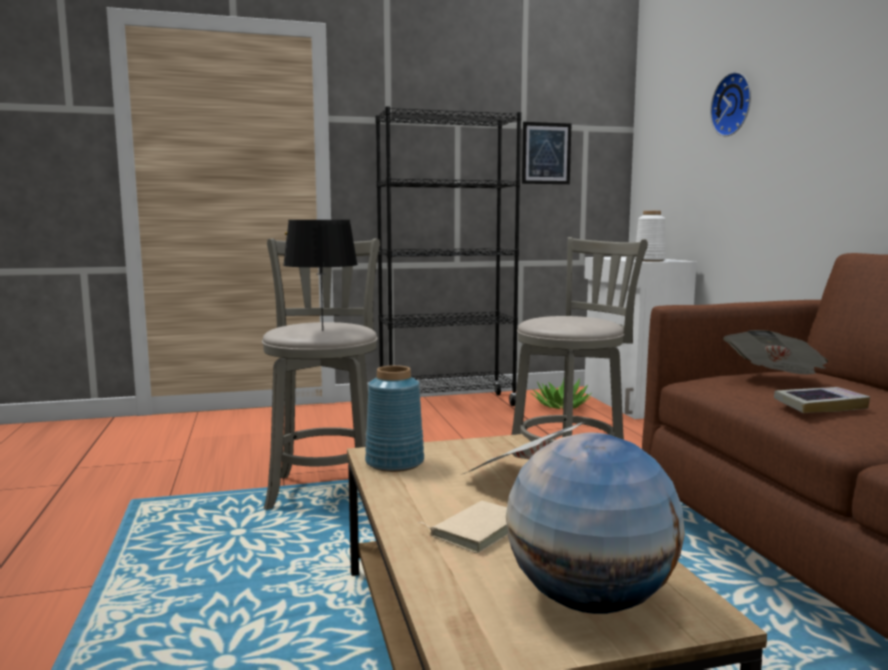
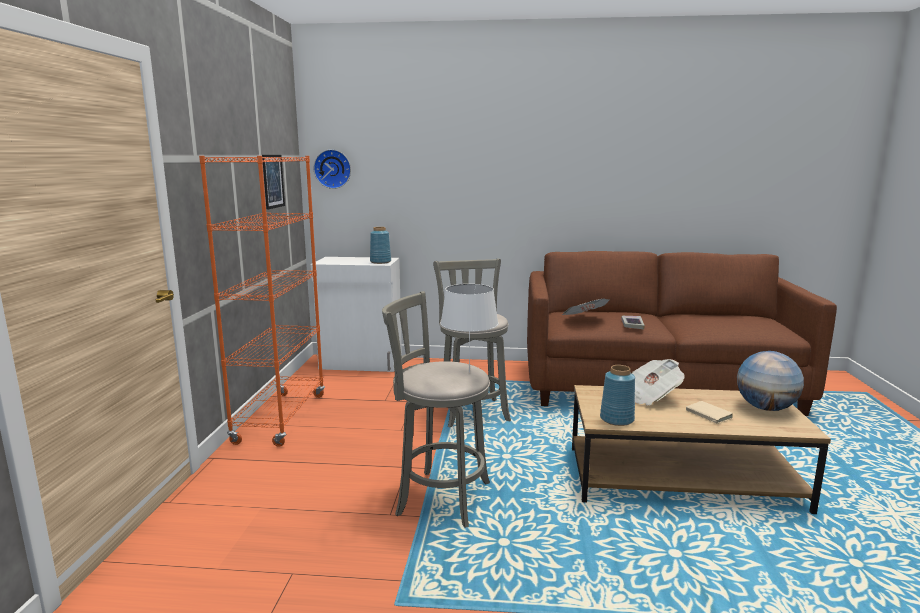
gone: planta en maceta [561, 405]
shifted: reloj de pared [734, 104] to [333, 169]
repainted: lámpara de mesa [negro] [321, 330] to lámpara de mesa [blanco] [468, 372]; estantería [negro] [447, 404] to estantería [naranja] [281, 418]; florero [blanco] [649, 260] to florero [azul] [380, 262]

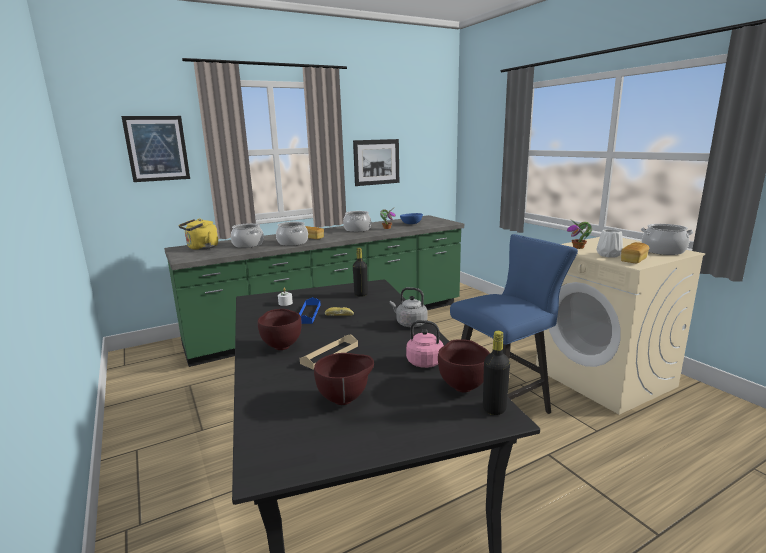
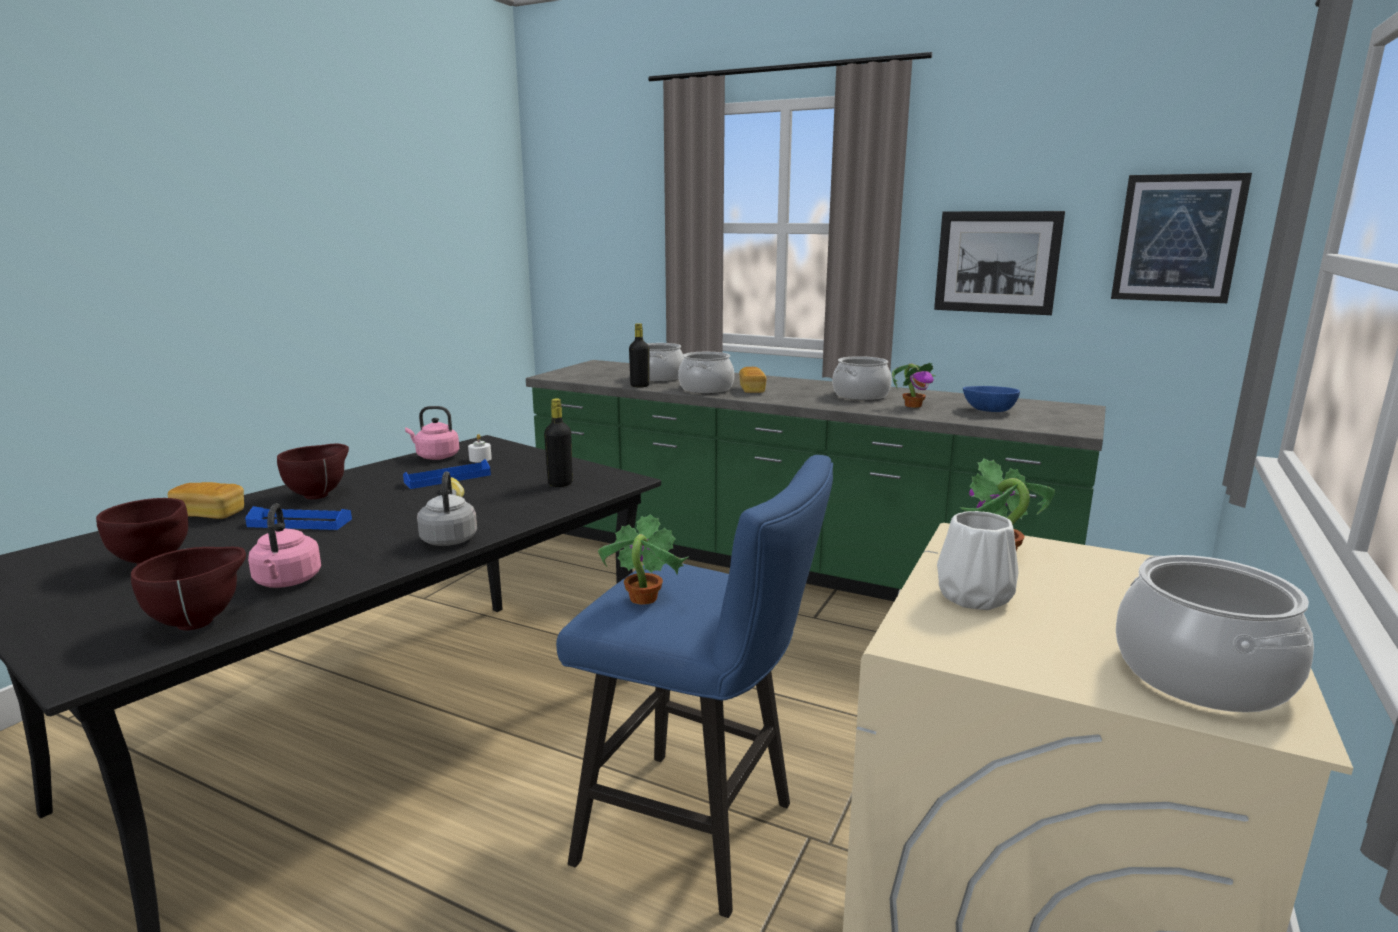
gone: hervidor [amarillo] [201, 248]
new: hervidor [rosa] [435, 457]; planta en maceta [642, 598]
shifted: cuadro [157, 148] to [1177, 238]; botella [negro] [494, 409] to [640, 386]; pan [633, 260] to [210, 514]
repainted: bandeja [beis] [330, 354] to bandeja [azul] [300, 523]

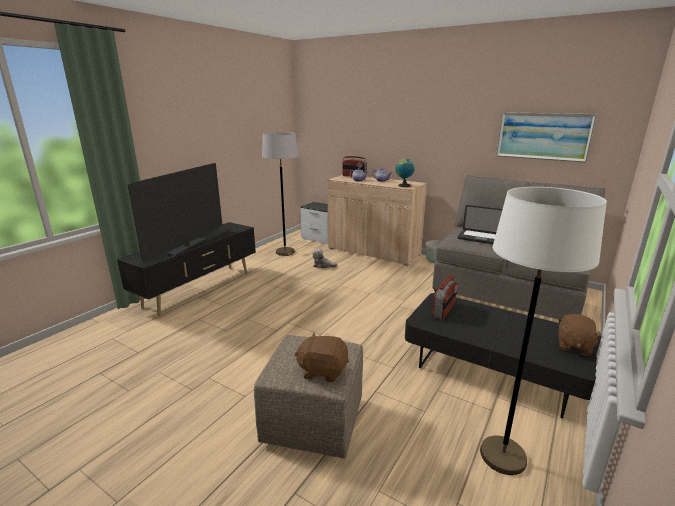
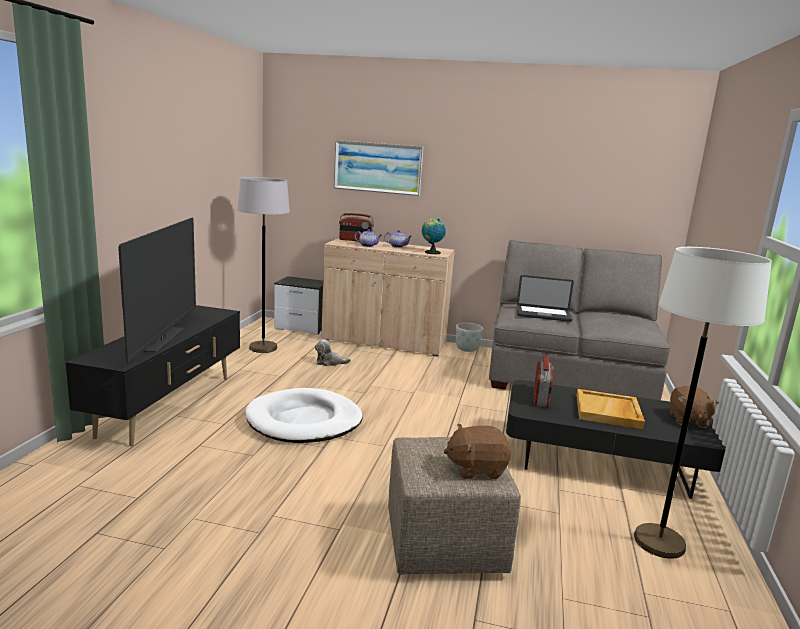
new: cama para perro [blanco] [304, 421]; bandeja [beis] [608, 412]
shifted: cuadro [543, 136] to [378, 167]

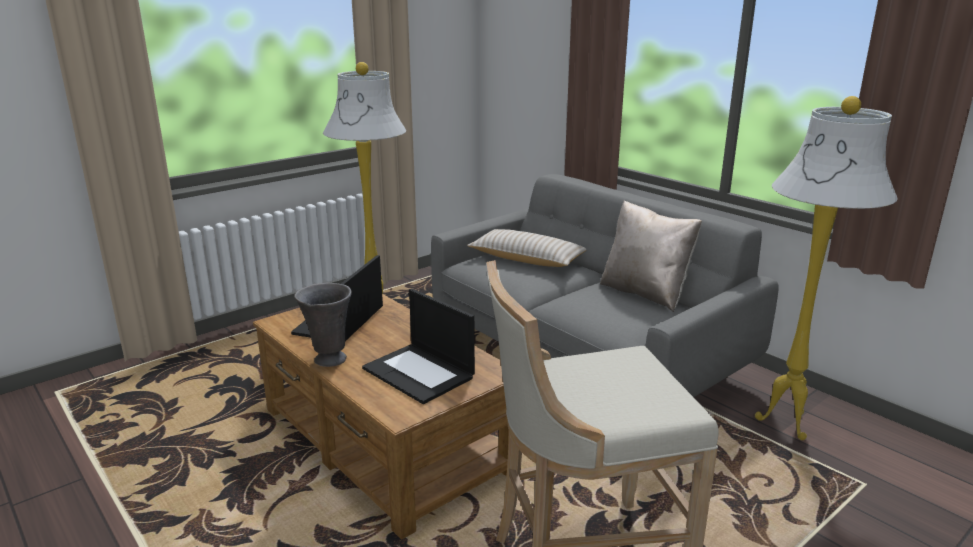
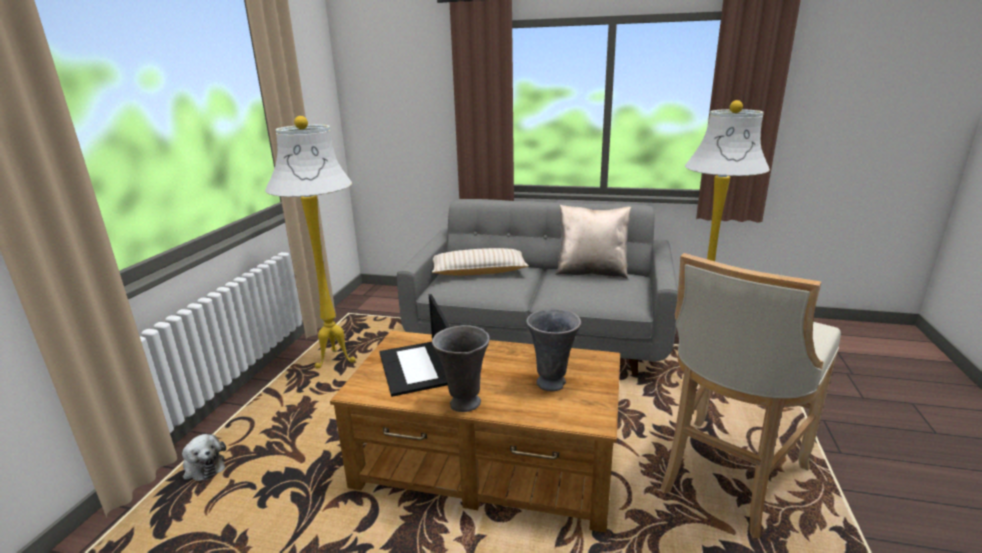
new: peluche [203, 467]
swapped: portátil [420, 373] to florero [gris] [552, 382]

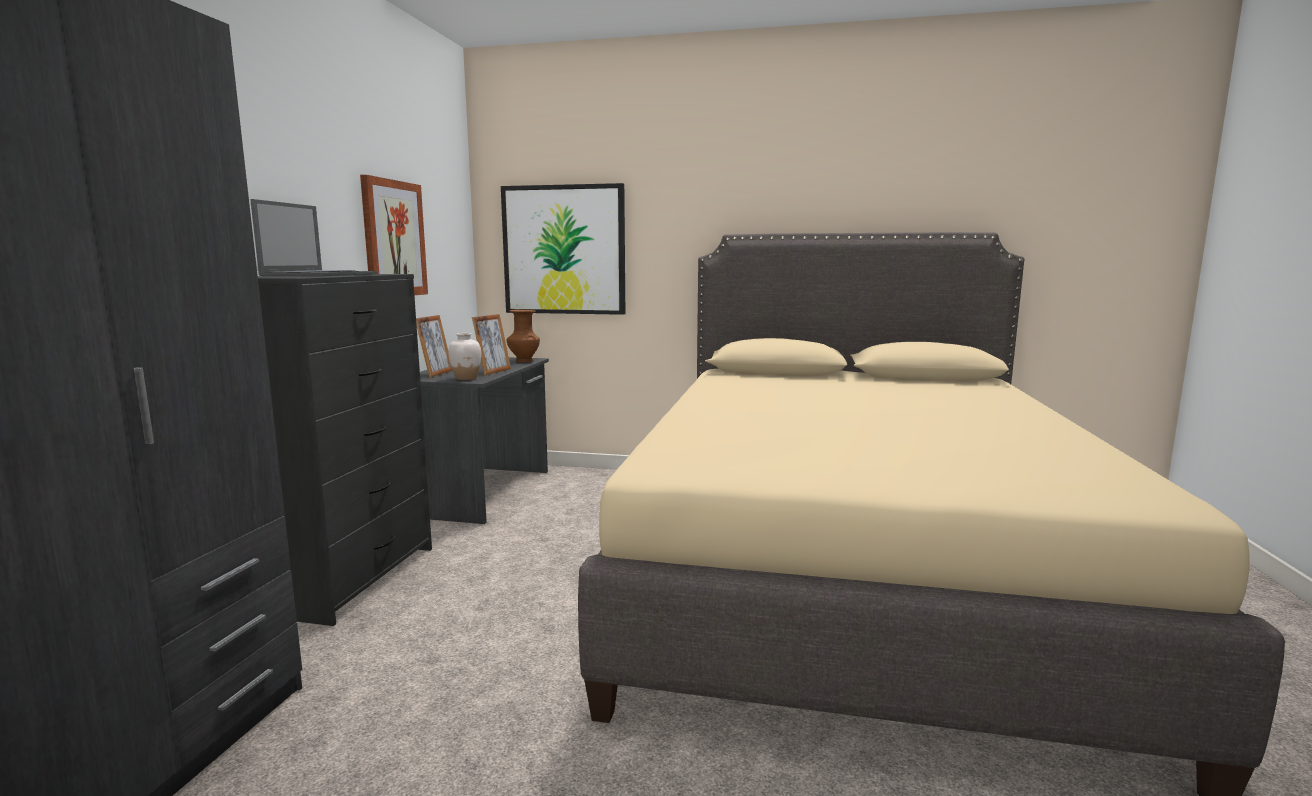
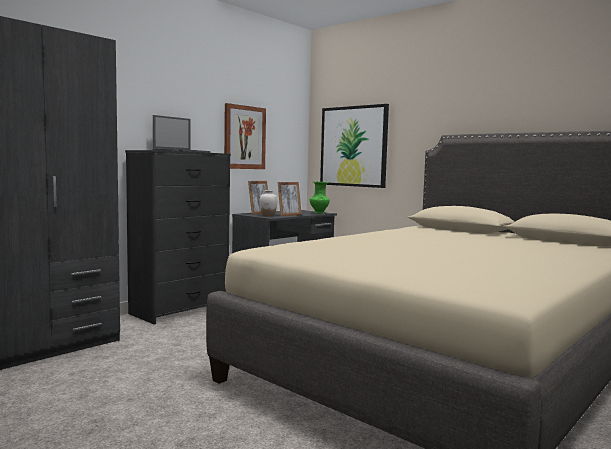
repainted: florero [marrón] [523, 361] to florero [verde] [319, 213]

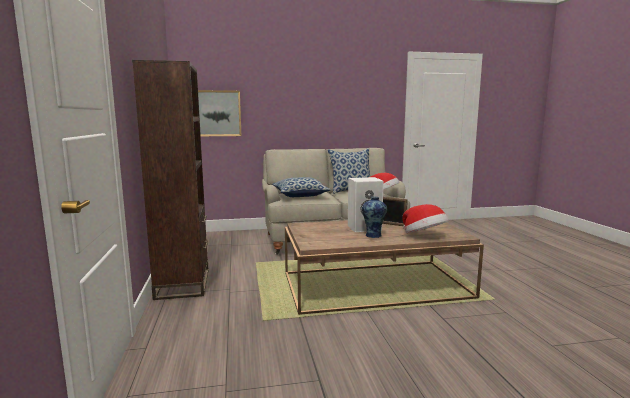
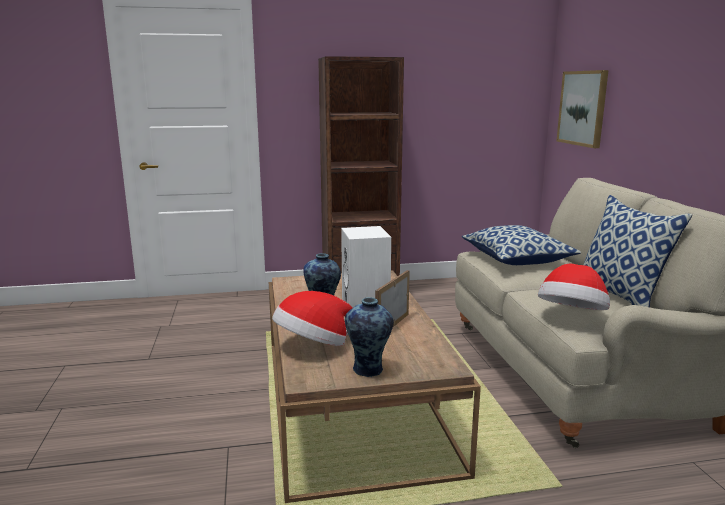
new: florero [368, 370]

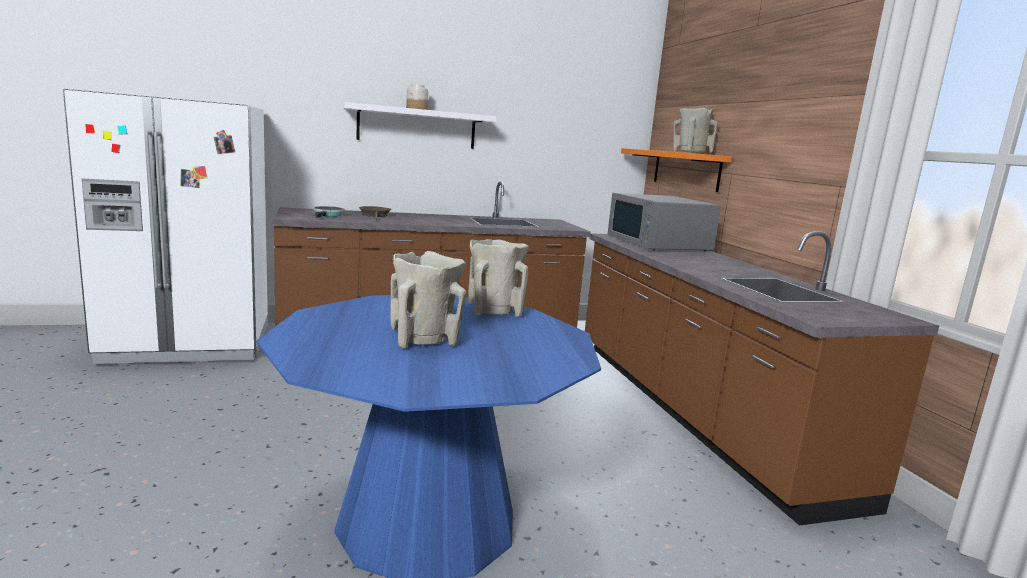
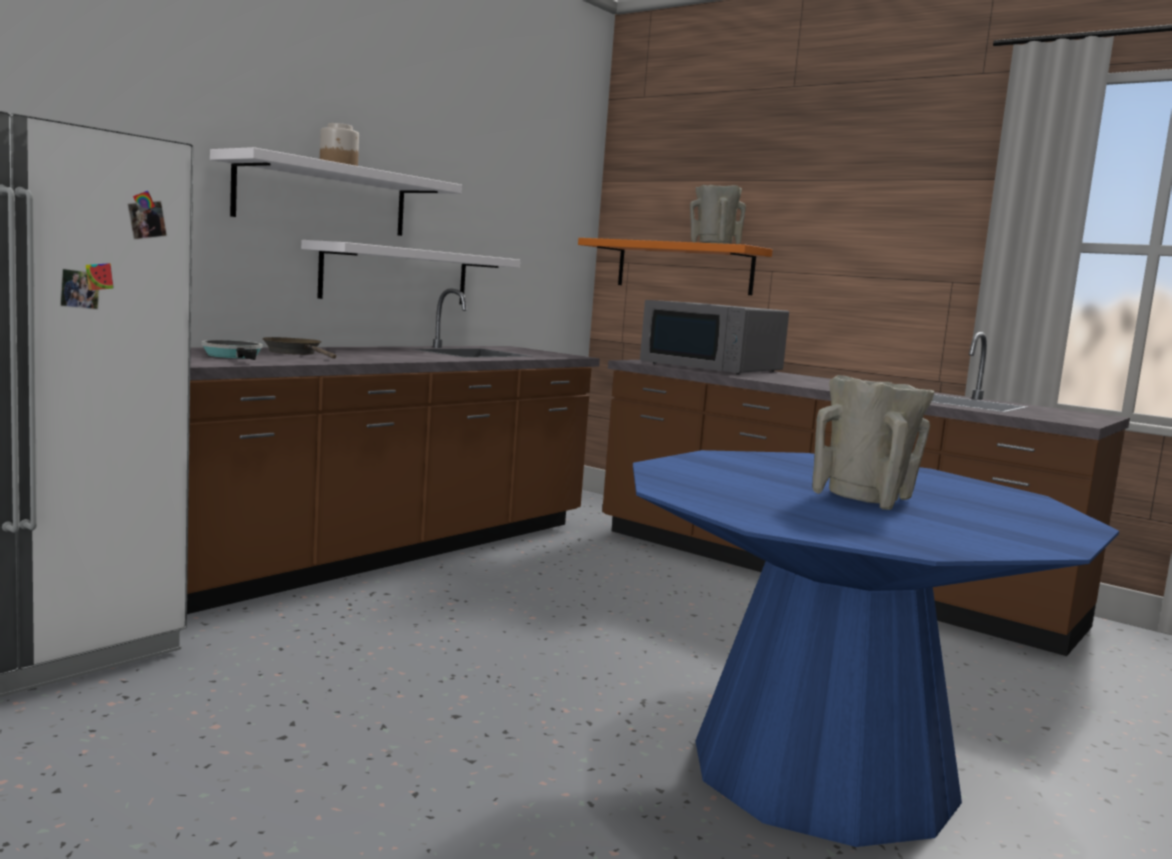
gone: florero [beis] [495, 311]
new: estante [blanco] [396, 275]

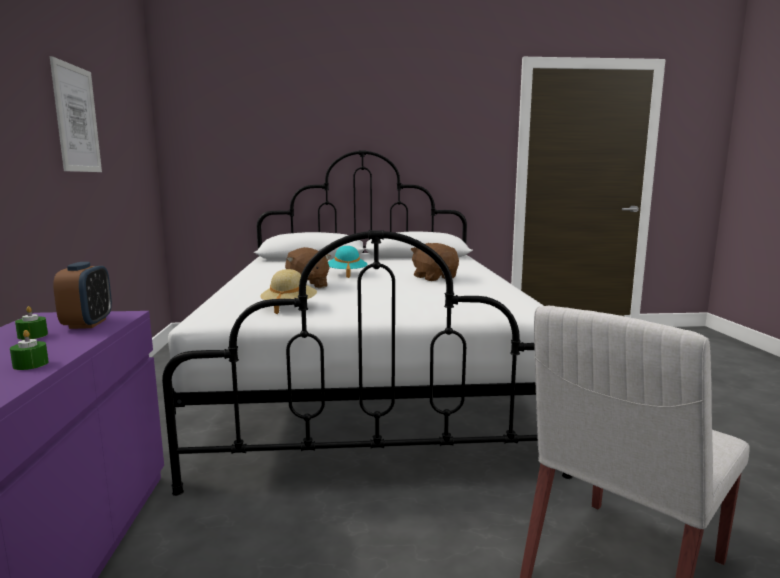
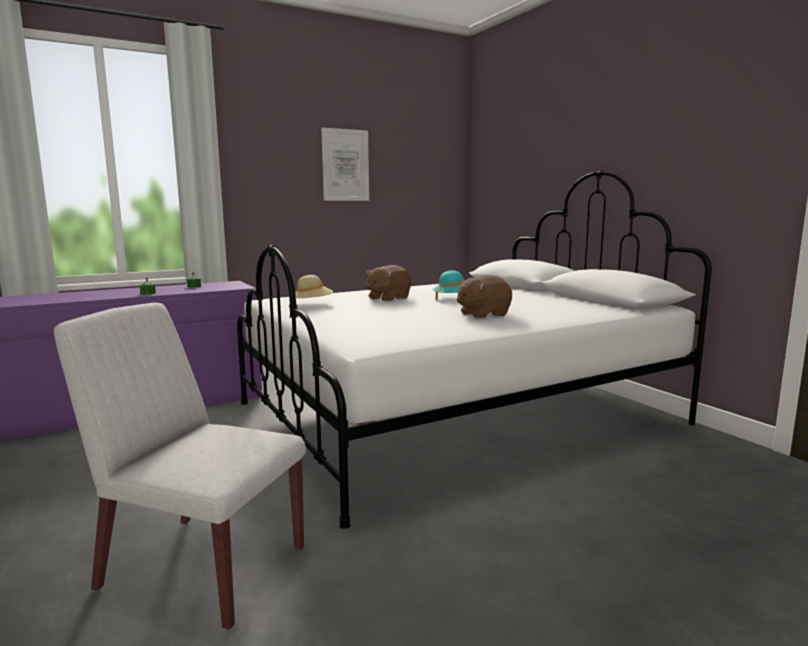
gone: despertador [88, 324]
rotated: peluche [marrón] [434, 278] = [483, 314] 150 degrees counterclockwise

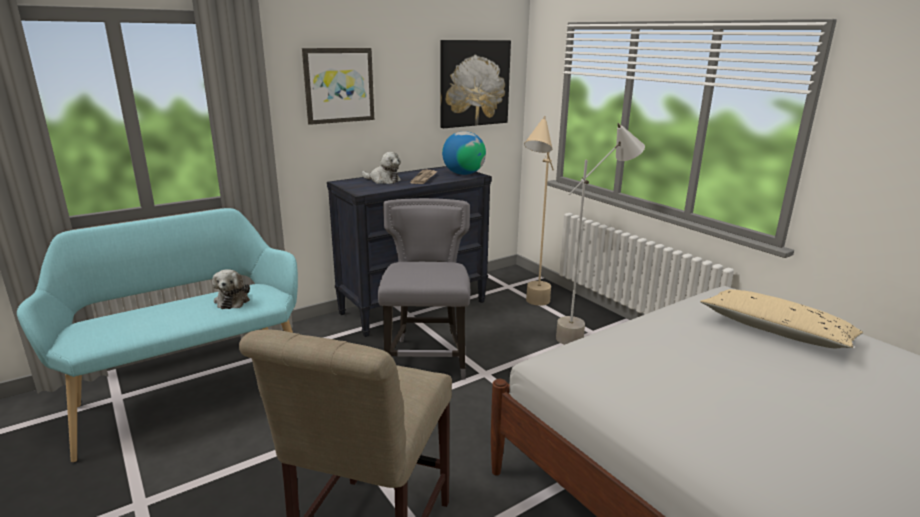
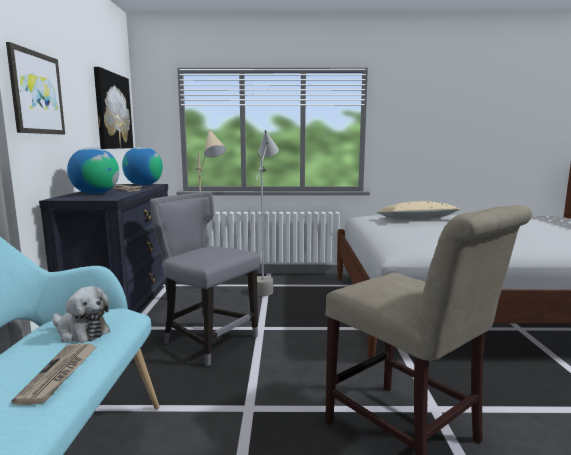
new: periódico [60, 374]
swapped: peluche [383, 180] to globo terráqueo [95, 193]

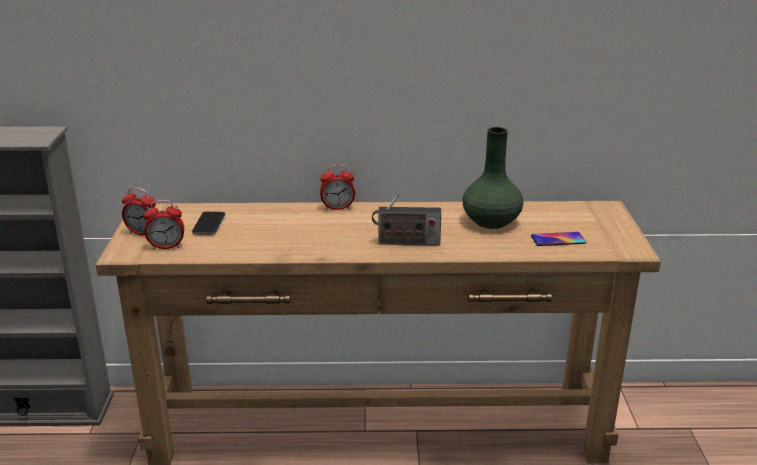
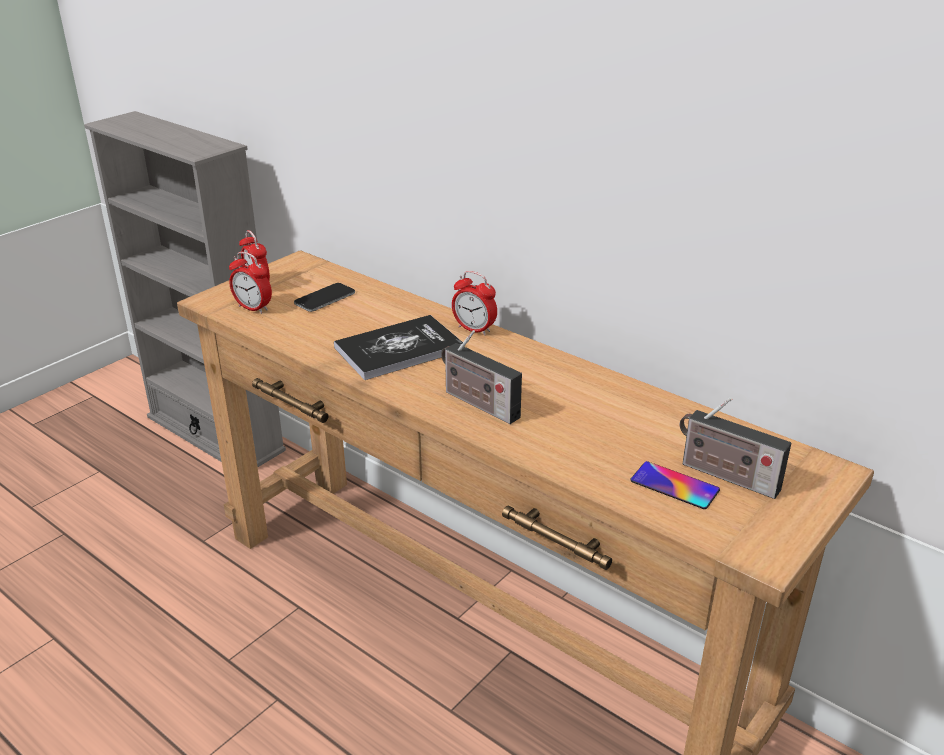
gone: florero [verde] [491, 221]
new: libro [399, 349]; radio [725, 476]

